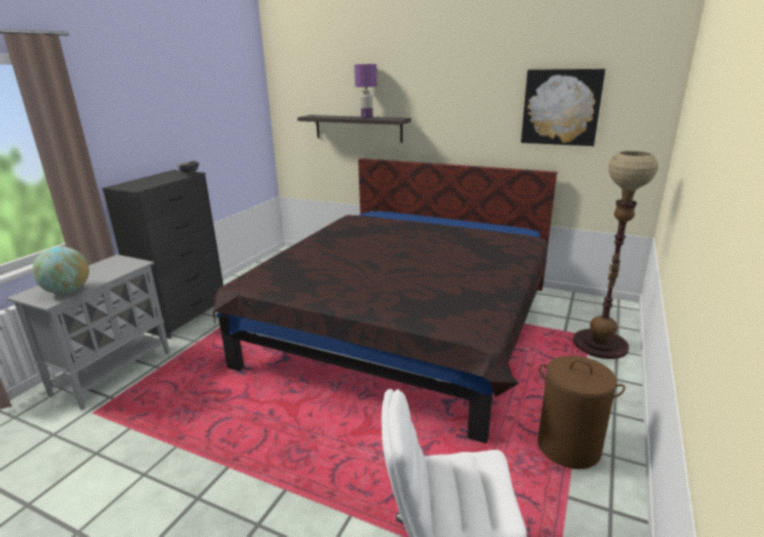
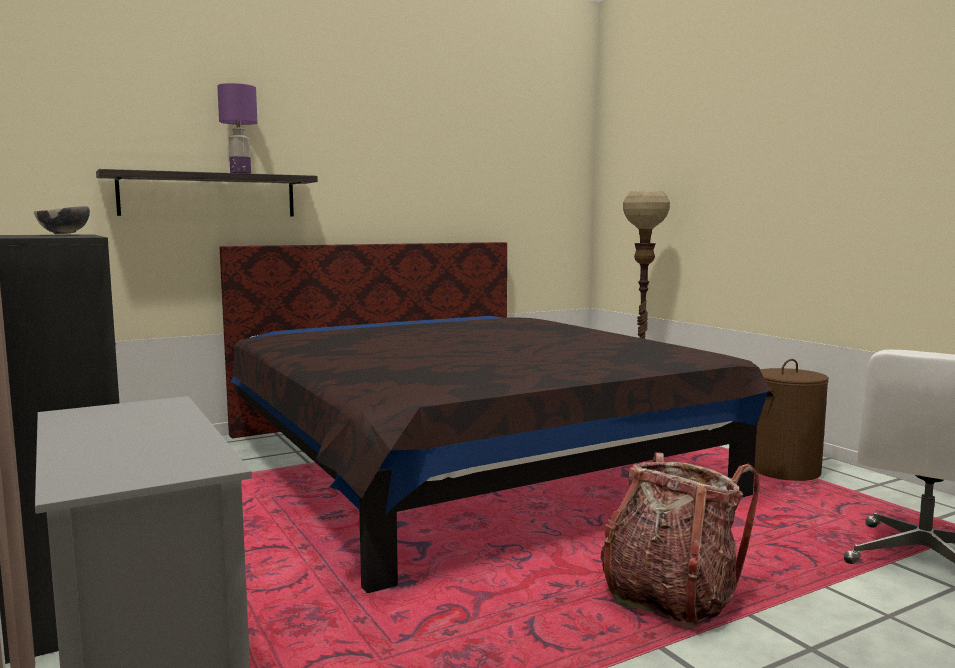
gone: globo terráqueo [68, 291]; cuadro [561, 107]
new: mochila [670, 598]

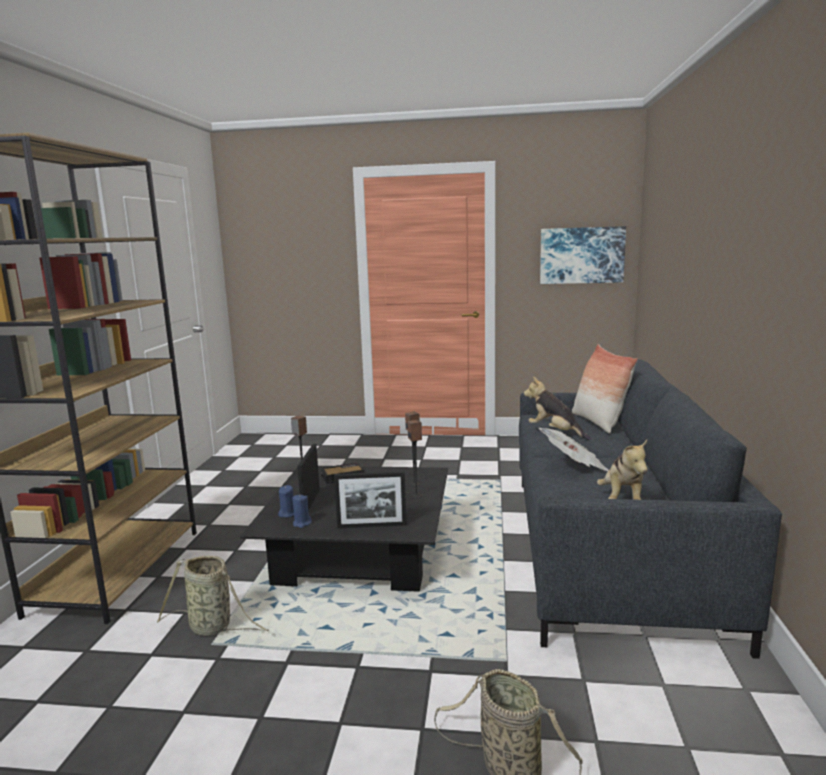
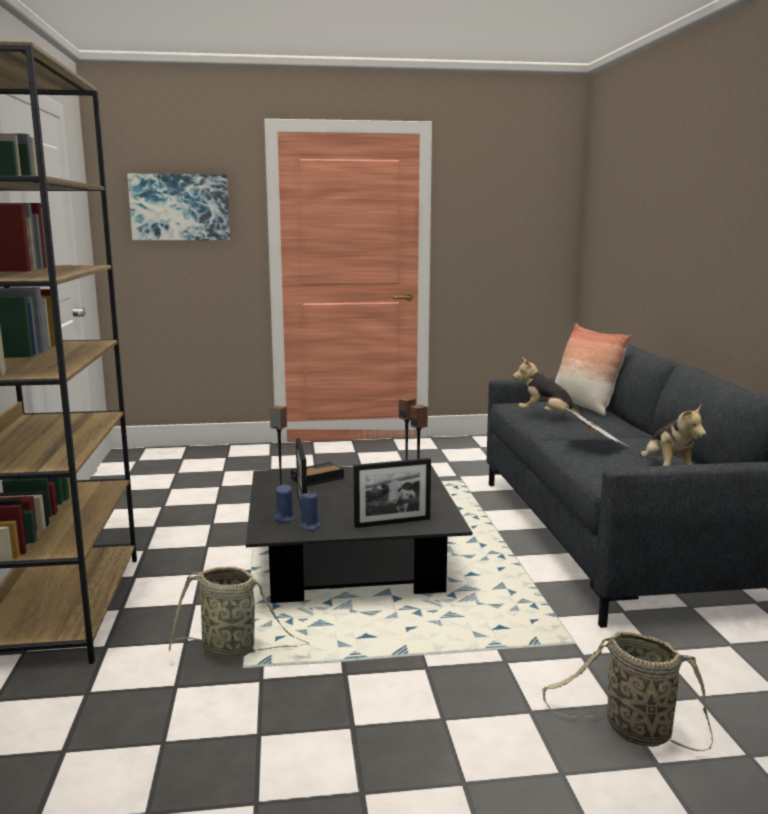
shifted: cuadro [581, 255] to [180, 207]

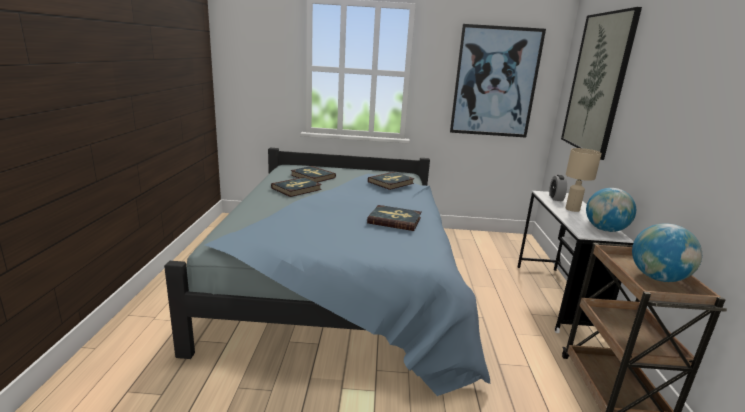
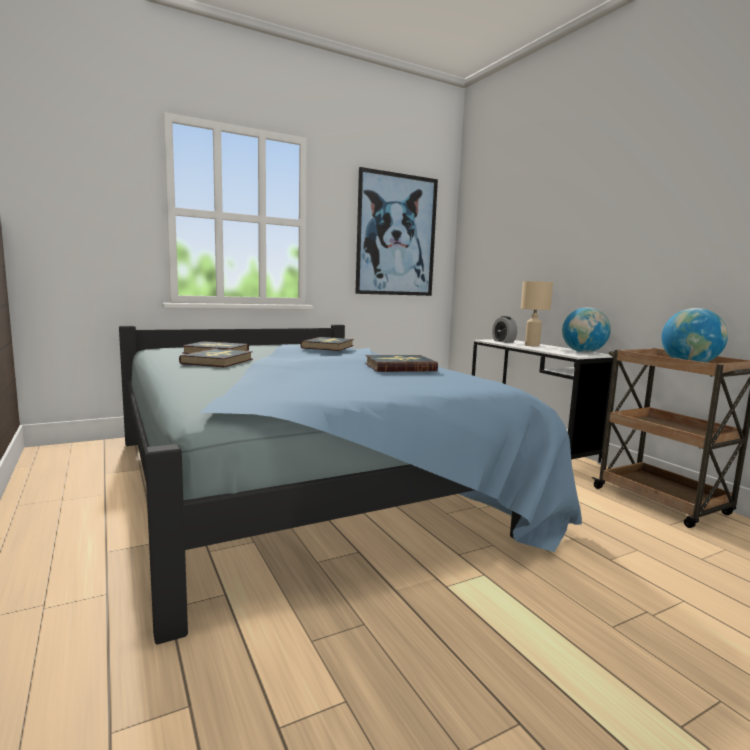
gone: cuadro [597, 83]

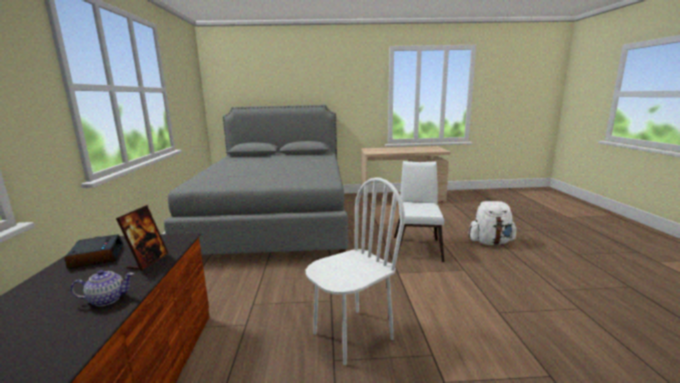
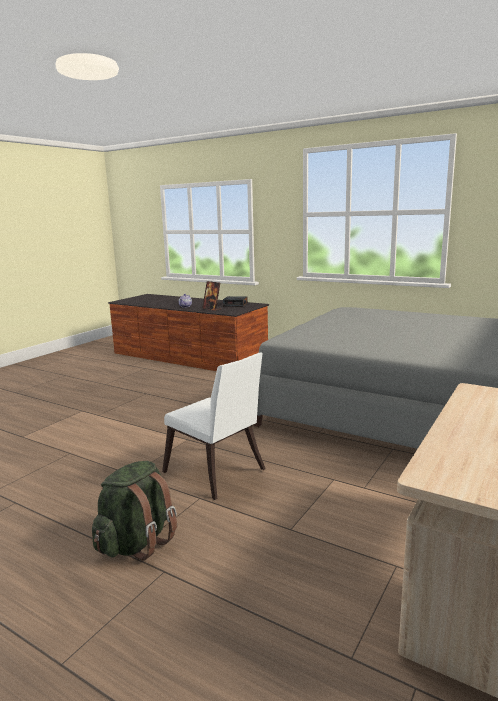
gone: silla [blanco] [352, 335]
repainted: mochila [blanco] [490, 242] to mochila [verde] [137, 542]

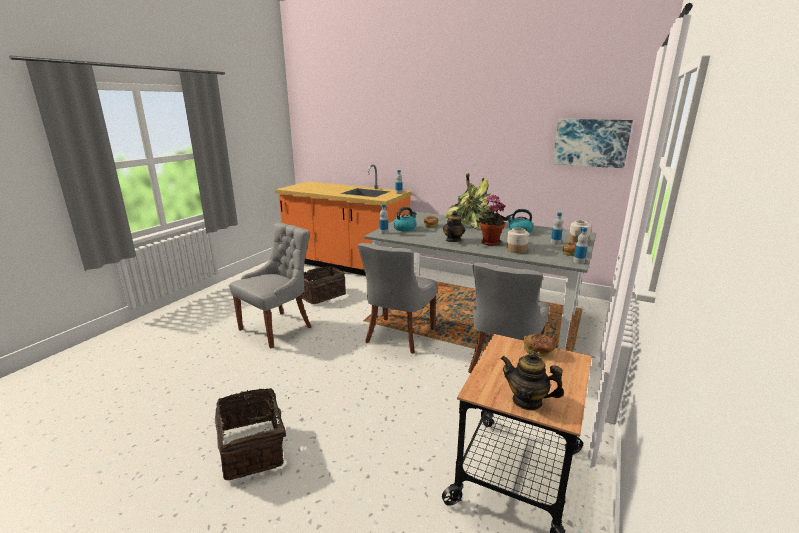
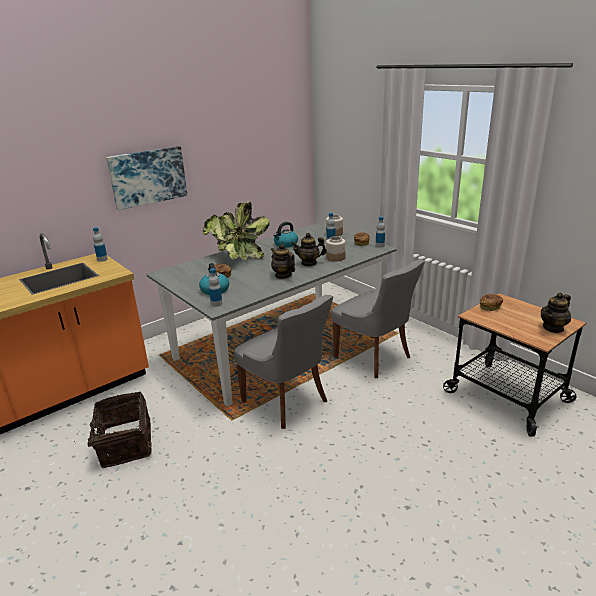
gone: cesta [253, 448]; silla [gris] [278, 328]
shifted: cuadro [590, 142] to [148, 177]
swapped: planta en maceta [490, 243] to tetera [309, 263]

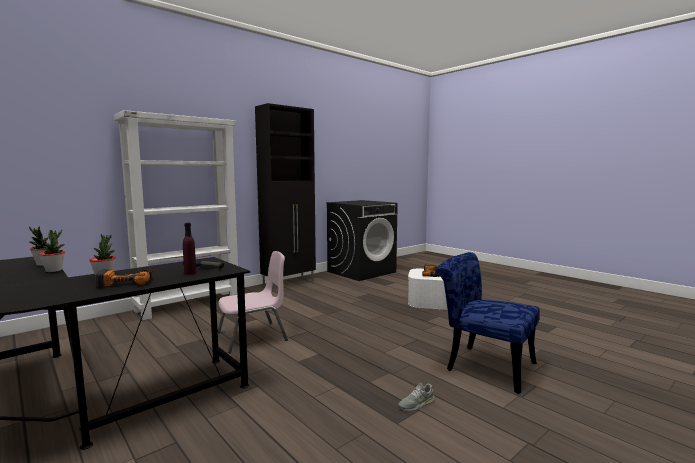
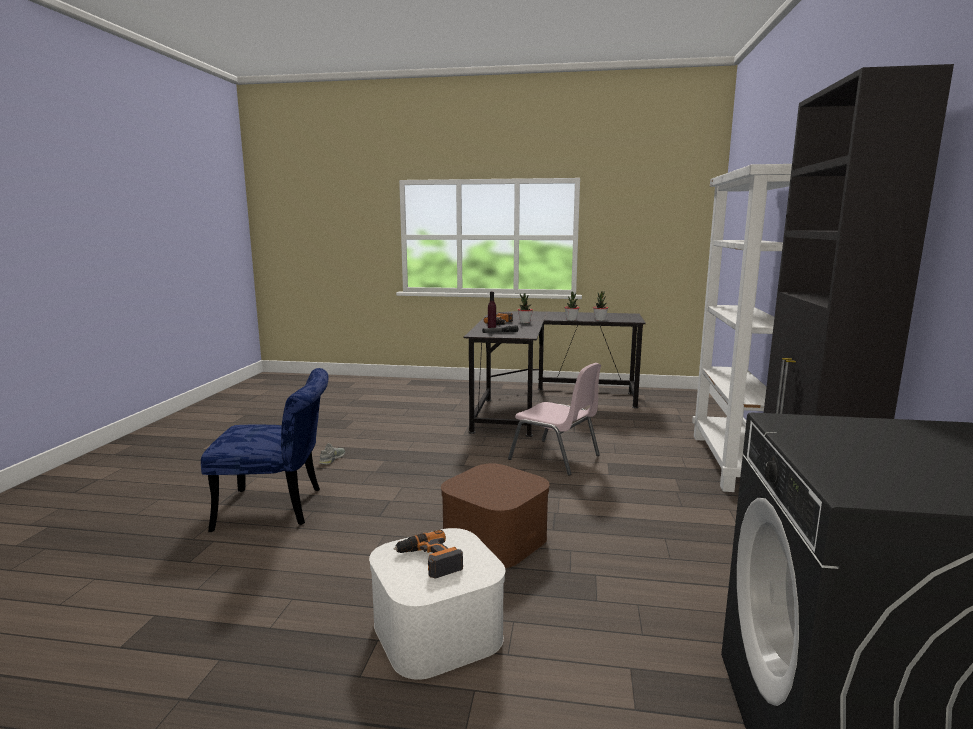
new: caja de almacenaje [marrón] [495, 538]
rotated: silla [rosa] [253, 337] = [556, 458] 75 degrees counterclockwise

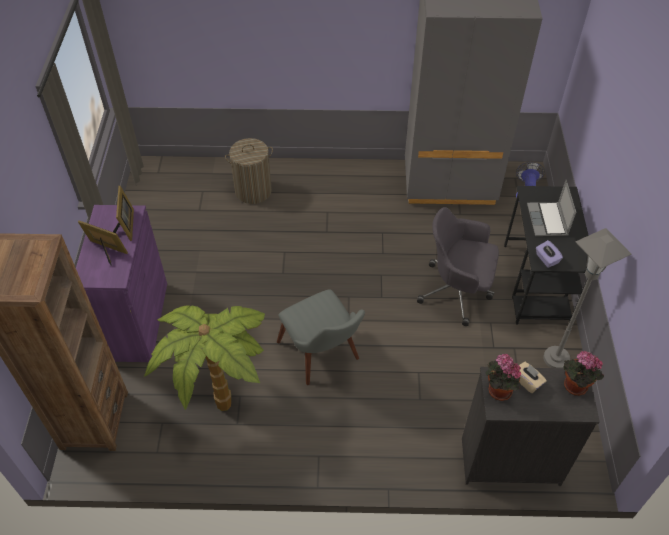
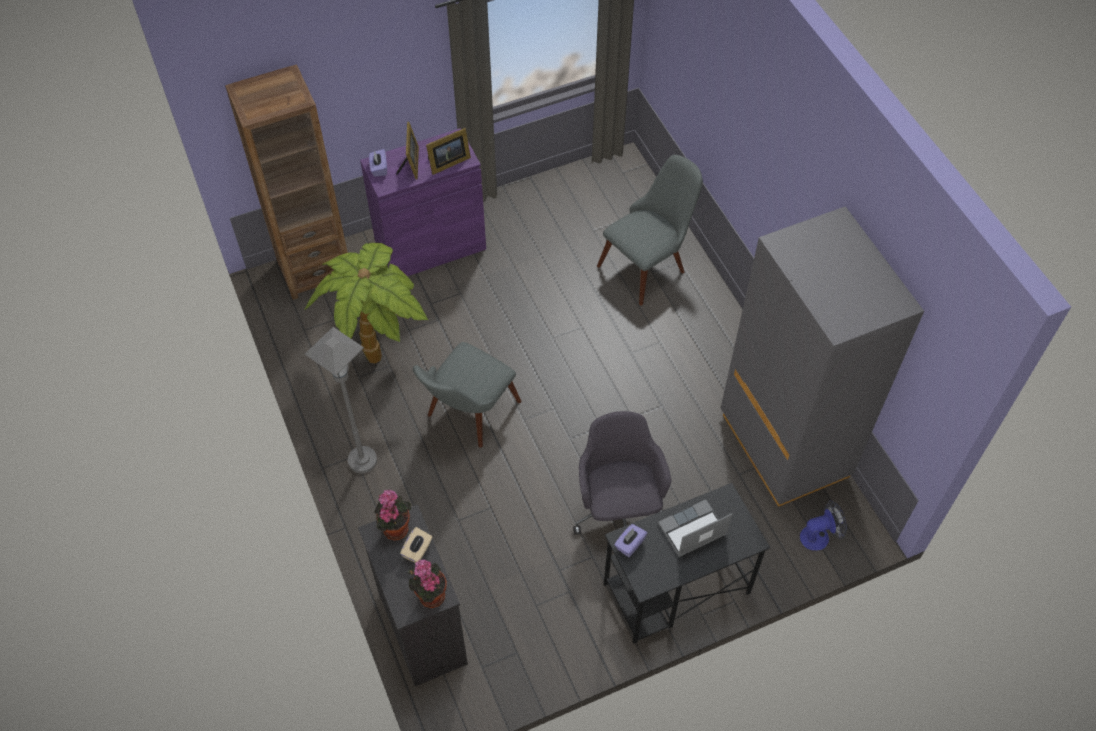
new: caja de pañuelos [morado] [379, 168]
shifted: lámpara de pie [gris] [556, 359] to [362, 460]
swapped: cesto de la ropa [253, 191] to silla [gris] [649, 263]

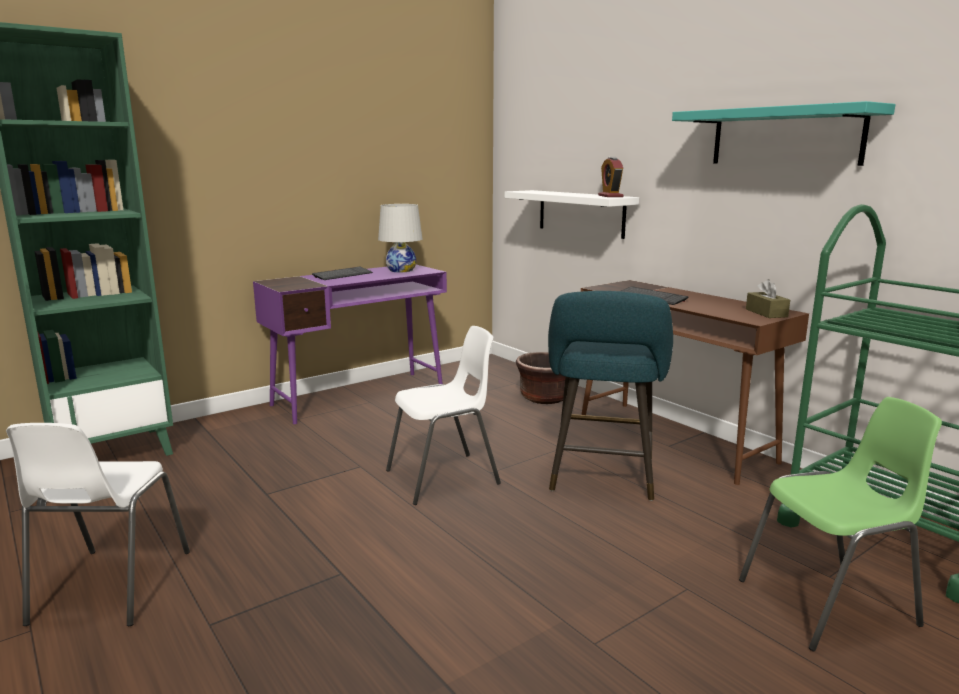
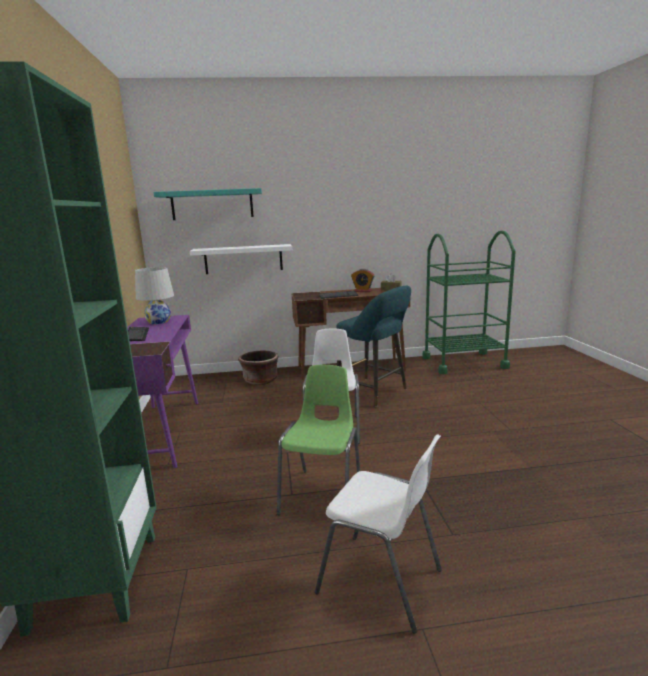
shifted: despertador [610, 196] to [362, 291]; estante [turquesa] [785, 137] to [212, 205]; silla [verde] [830, 604] to [323, 495]

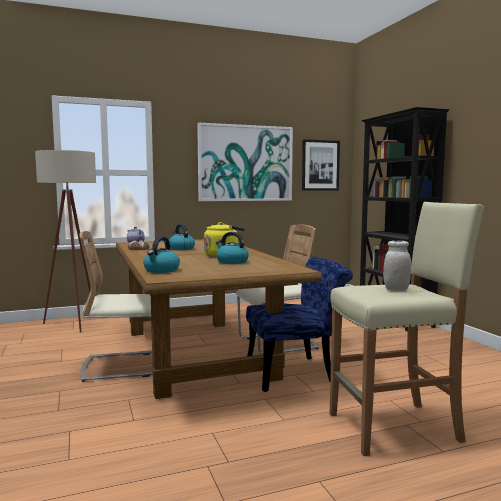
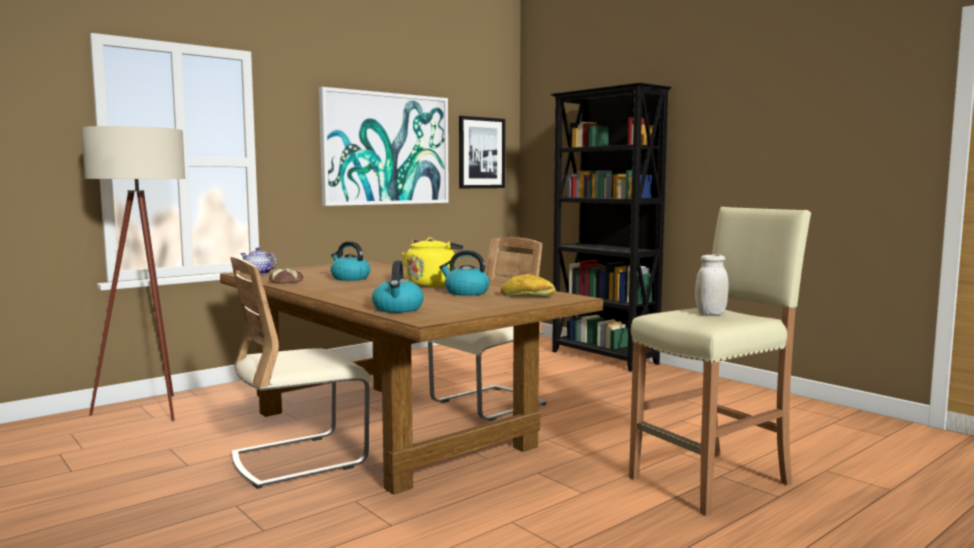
gone: silla [azul] [297, 372]
new: pan [528, 296]

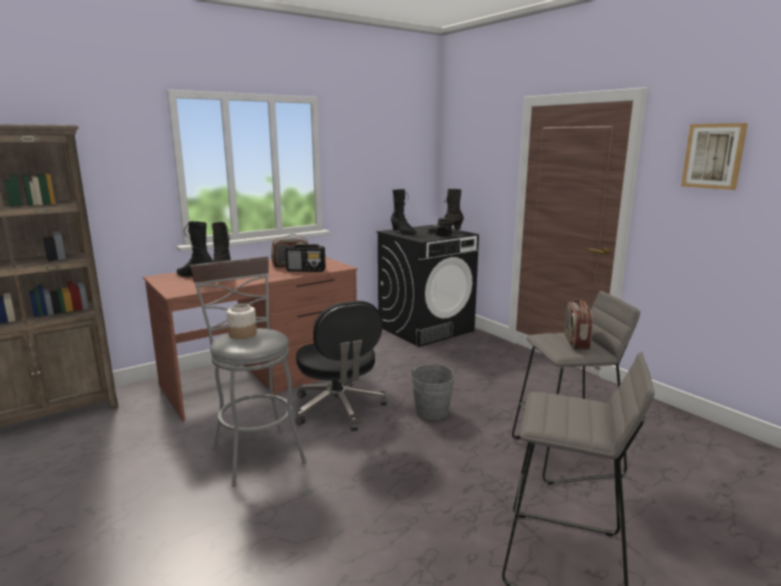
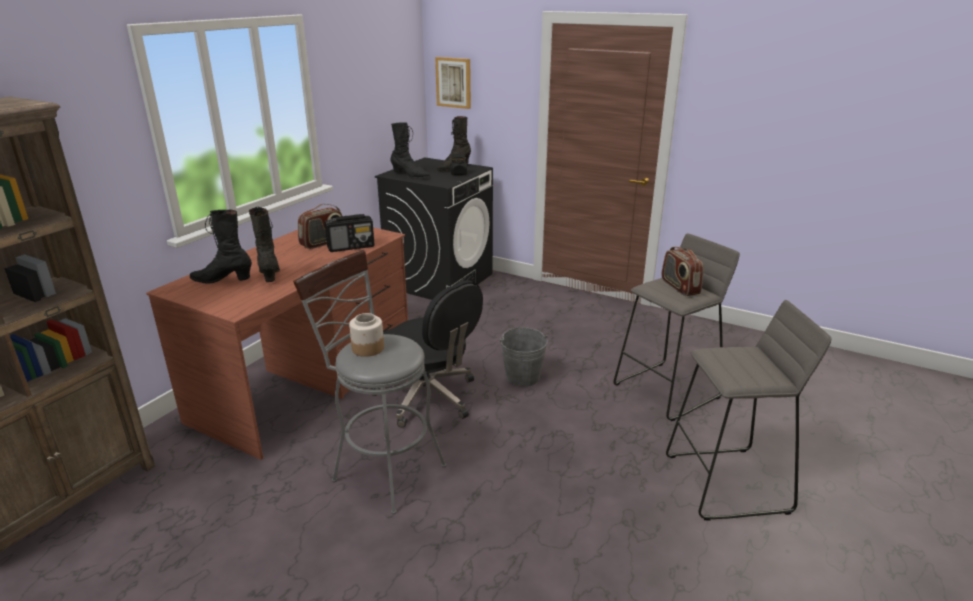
shifted: cuadro [713, 156] to [454, 82]

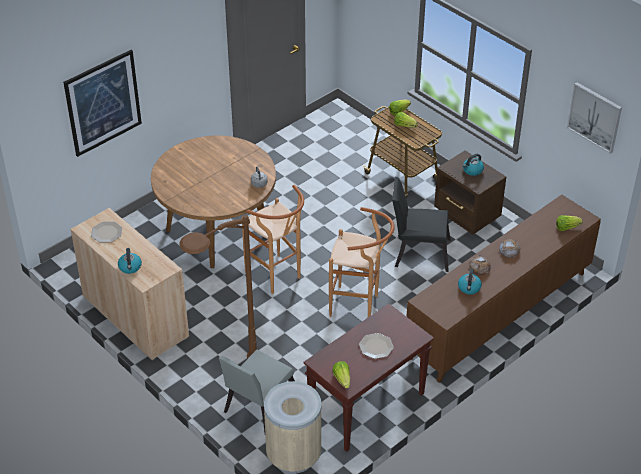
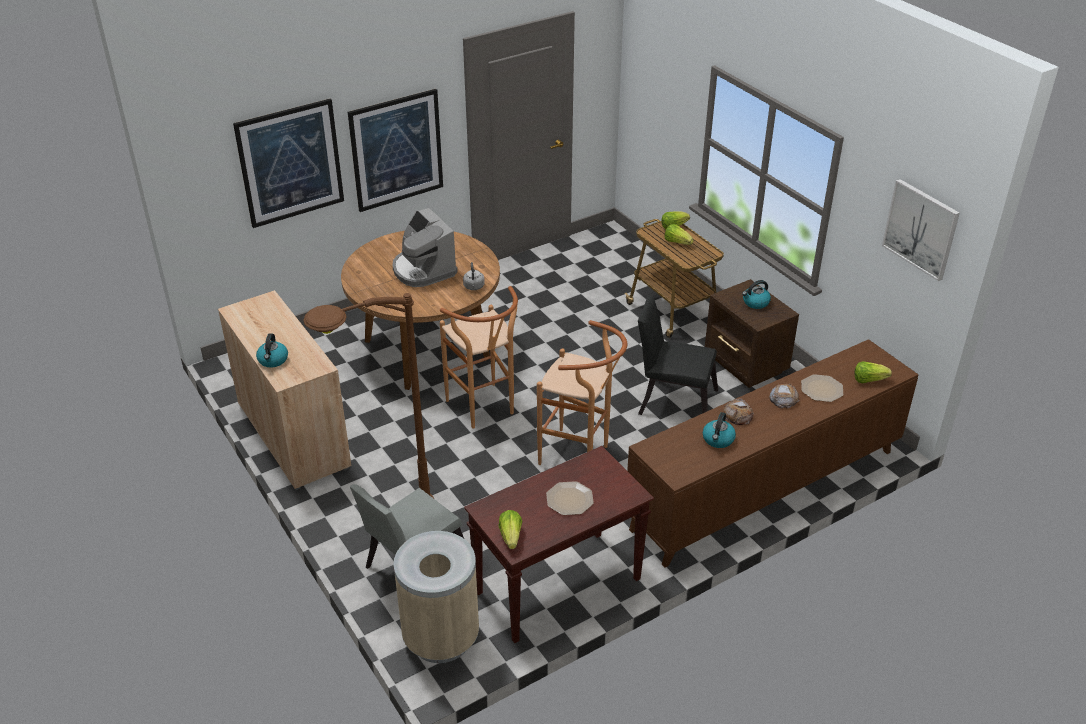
new: cuadro [396, 150]; cafetera [423, 270]
shifted: plato [107, 232] to [821, 389]

